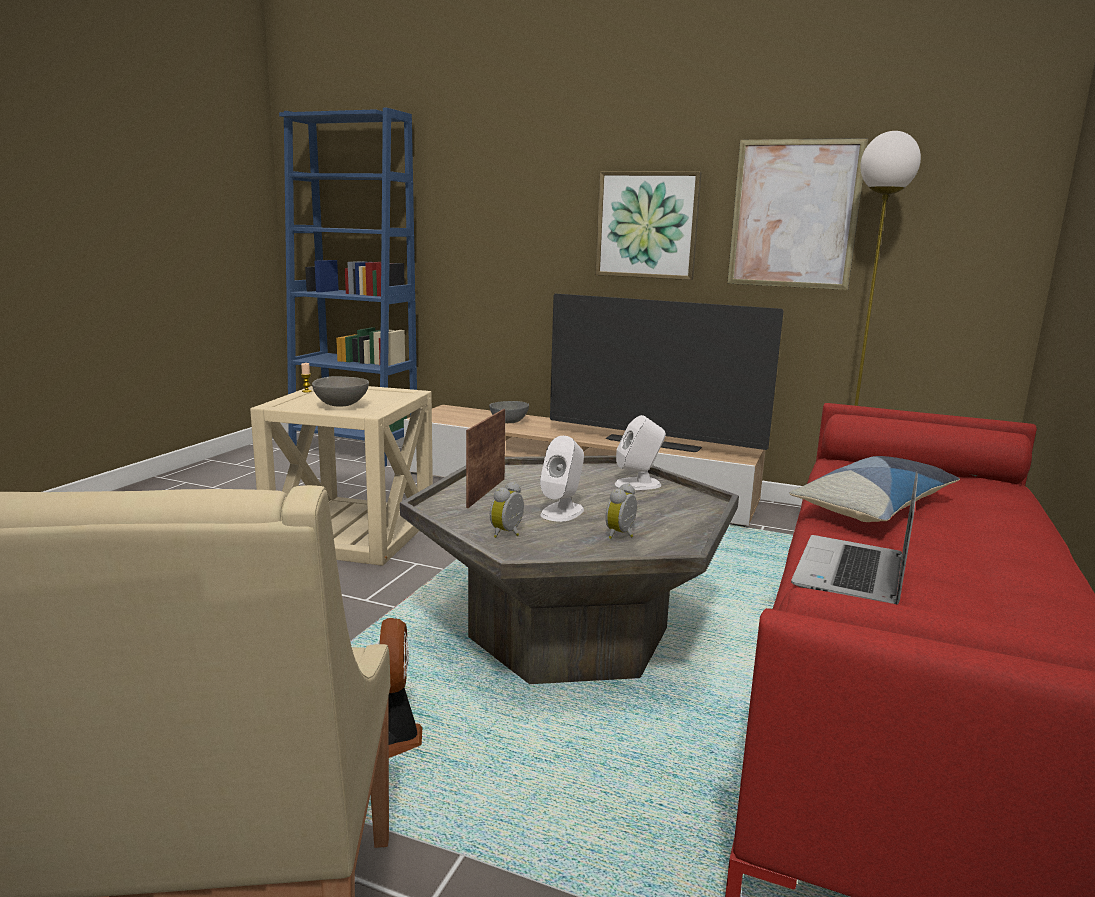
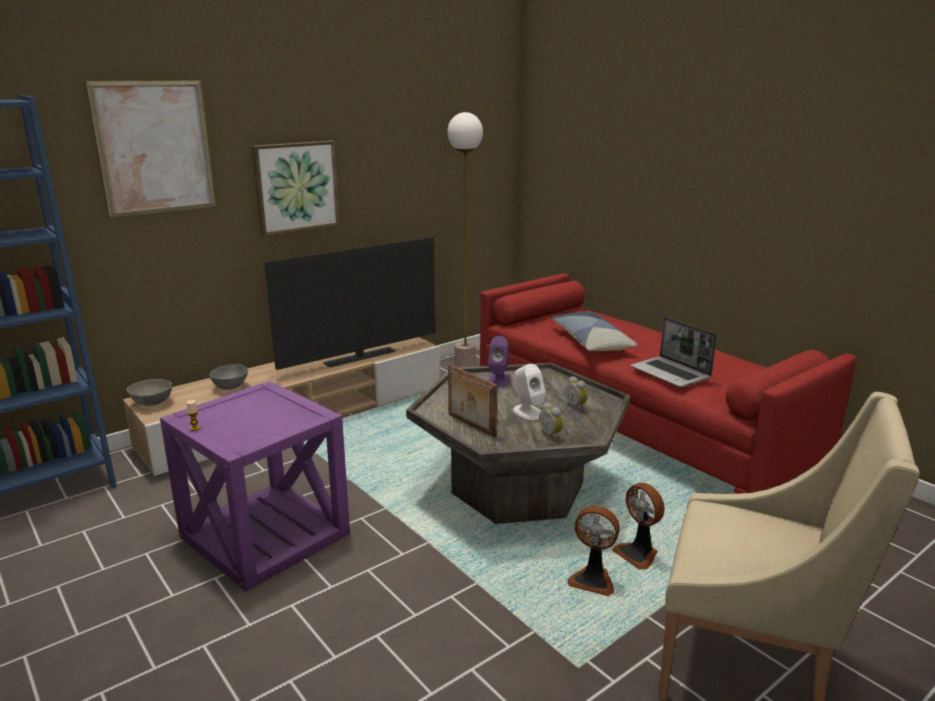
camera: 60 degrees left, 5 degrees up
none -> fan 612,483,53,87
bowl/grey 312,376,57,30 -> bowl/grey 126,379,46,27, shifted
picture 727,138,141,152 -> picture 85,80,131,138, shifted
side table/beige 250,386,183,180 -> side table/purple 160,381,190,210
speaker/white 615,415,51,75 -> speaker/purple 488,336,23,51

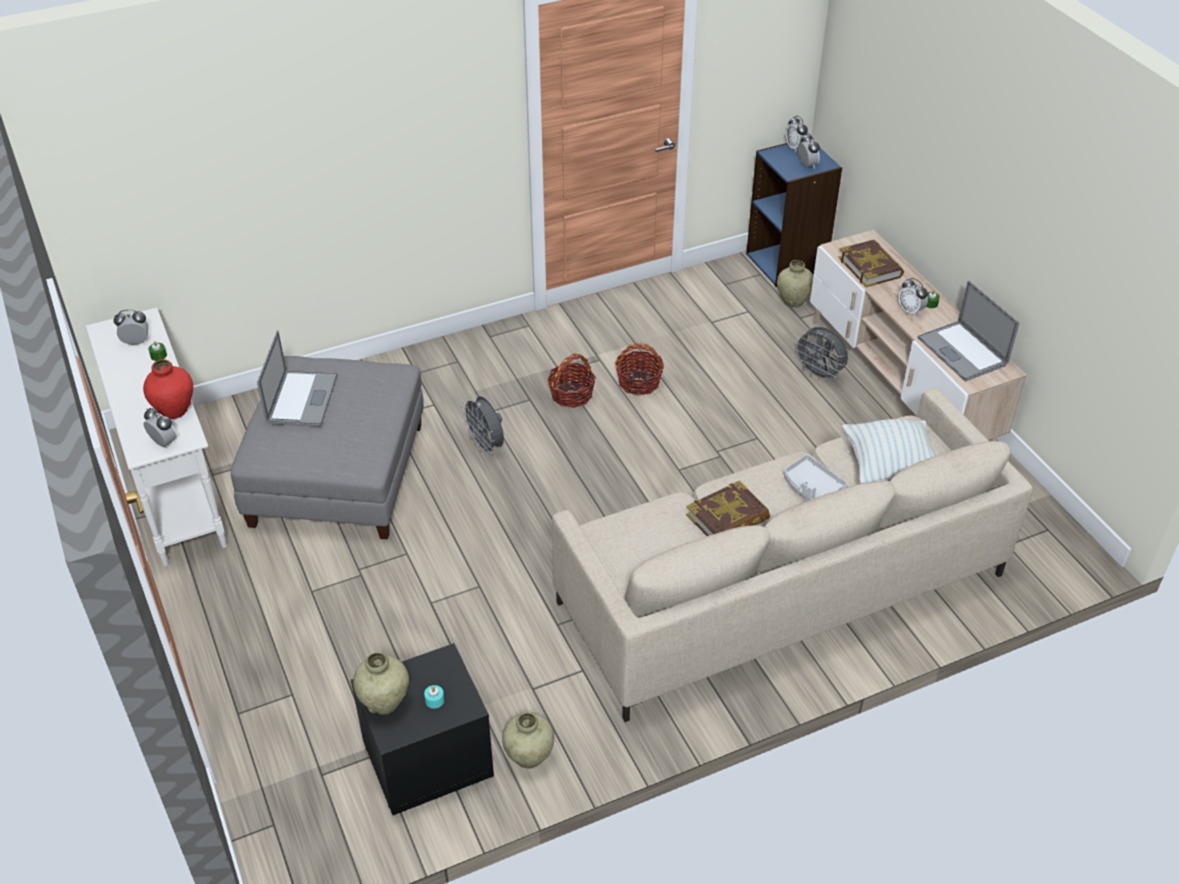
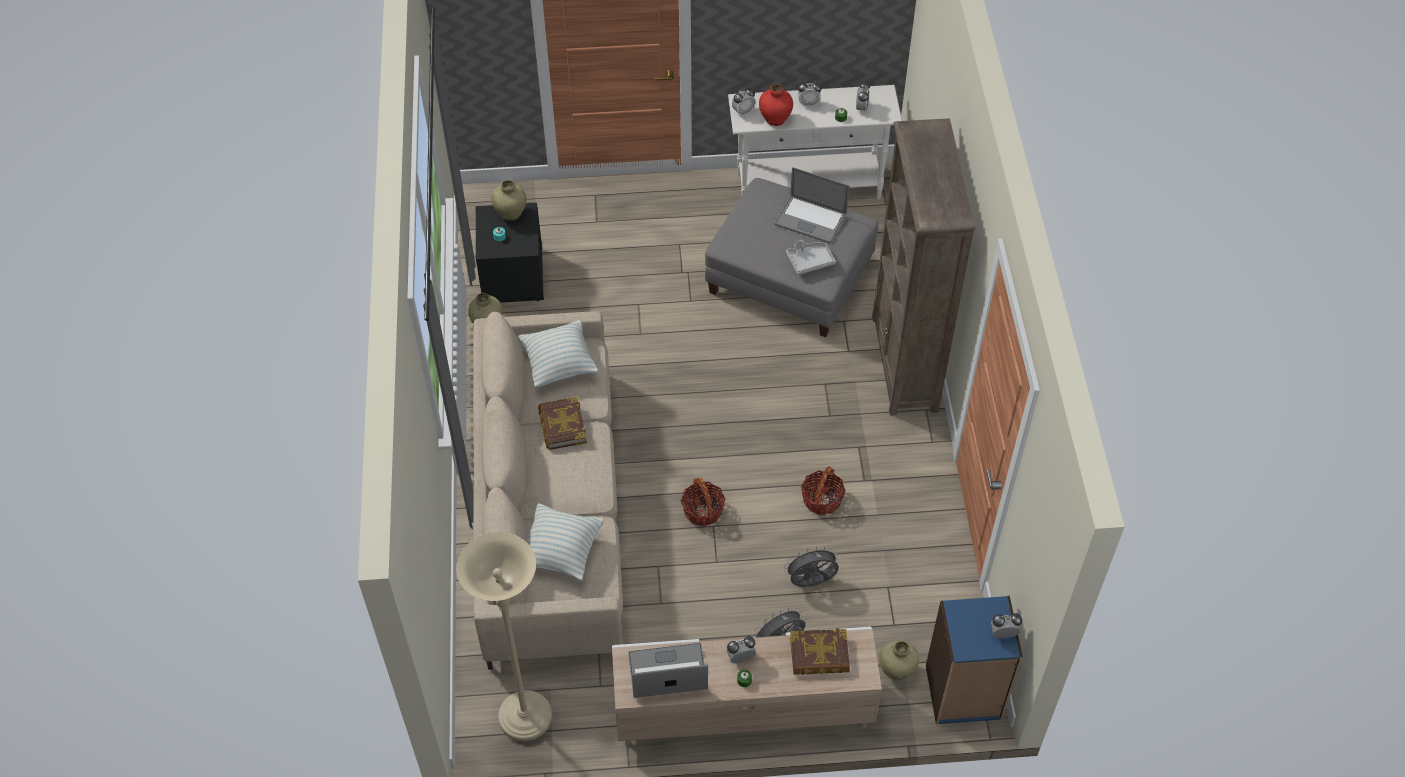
camera: 110 degrees right, 10 degrees up
none -> floor lamp/beige 456,532,96,209
none -> pillow 518,320,80,67
none -> bookcase/brown 872,118,103,298
fan/grey 461,396,43,59 -> fan/grey 784,546,55,41, shifted
basket 547,354,49,54 -> basket 681,478,44,49, shifted
tray/grey 784,454,64,46 -> tray/grey 786,240,50,35, shifted
alarm clock 798,133,22,35 -> alarm clock 798,81,24,26, shifted

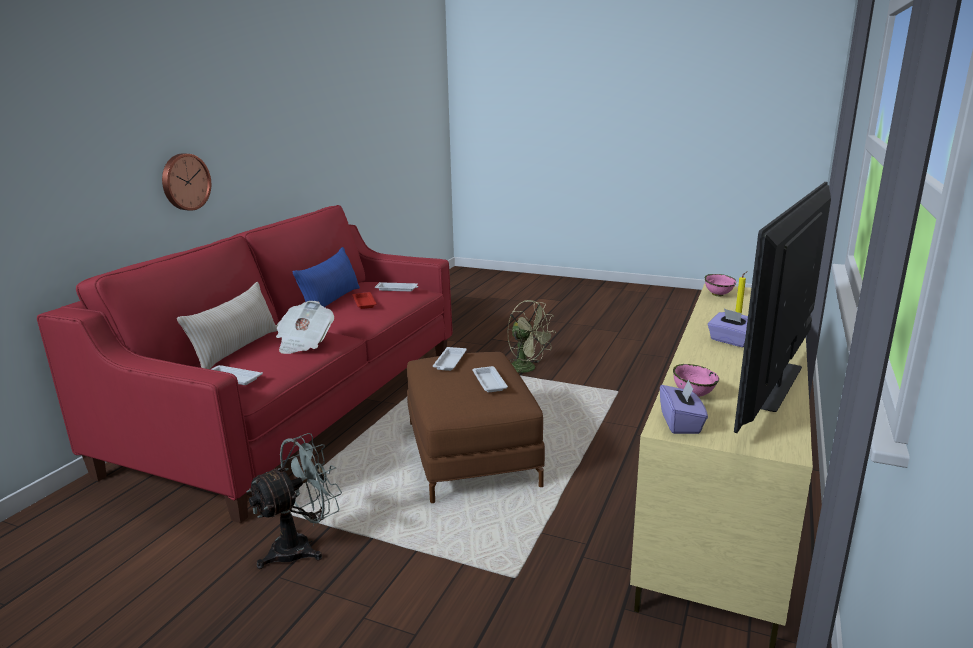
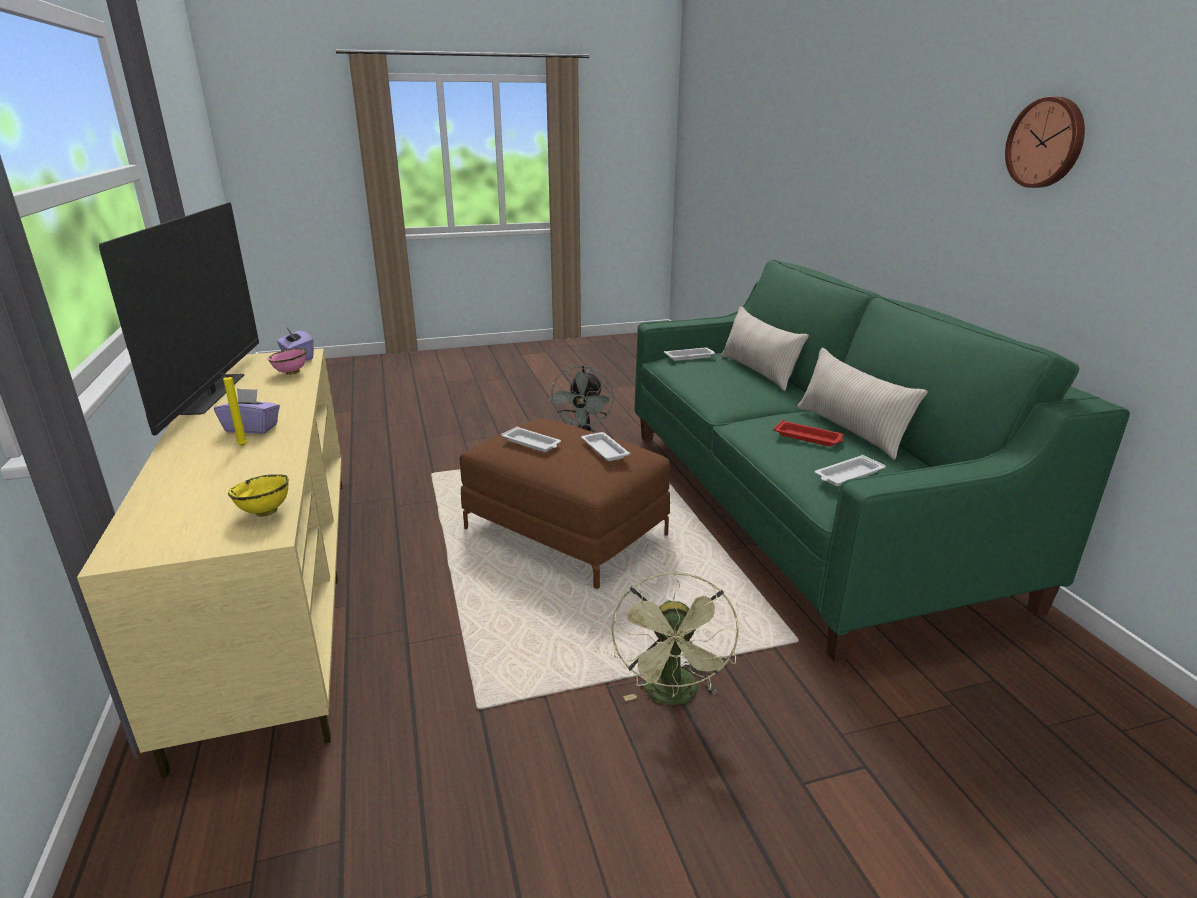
camera: 140 degrees right, 5 degrees up
newspaper 276,301,58,53 -> none
wall clock 162,154,49,57 -> wall clock 1005,97,80,91, shifted
sofa/red 37,205,416,318 -> sofa/green 634,260,496,402
pillow/blue 293,247,67,60 -> pillow/beige 797,348,131,112
bowl/pink 705,274,31,23 -> bowl/yellow 228,474,61,43
fan/green 507,300,49,73 -> fan/green 611,572,128,133, 90 degrees counterclockwise

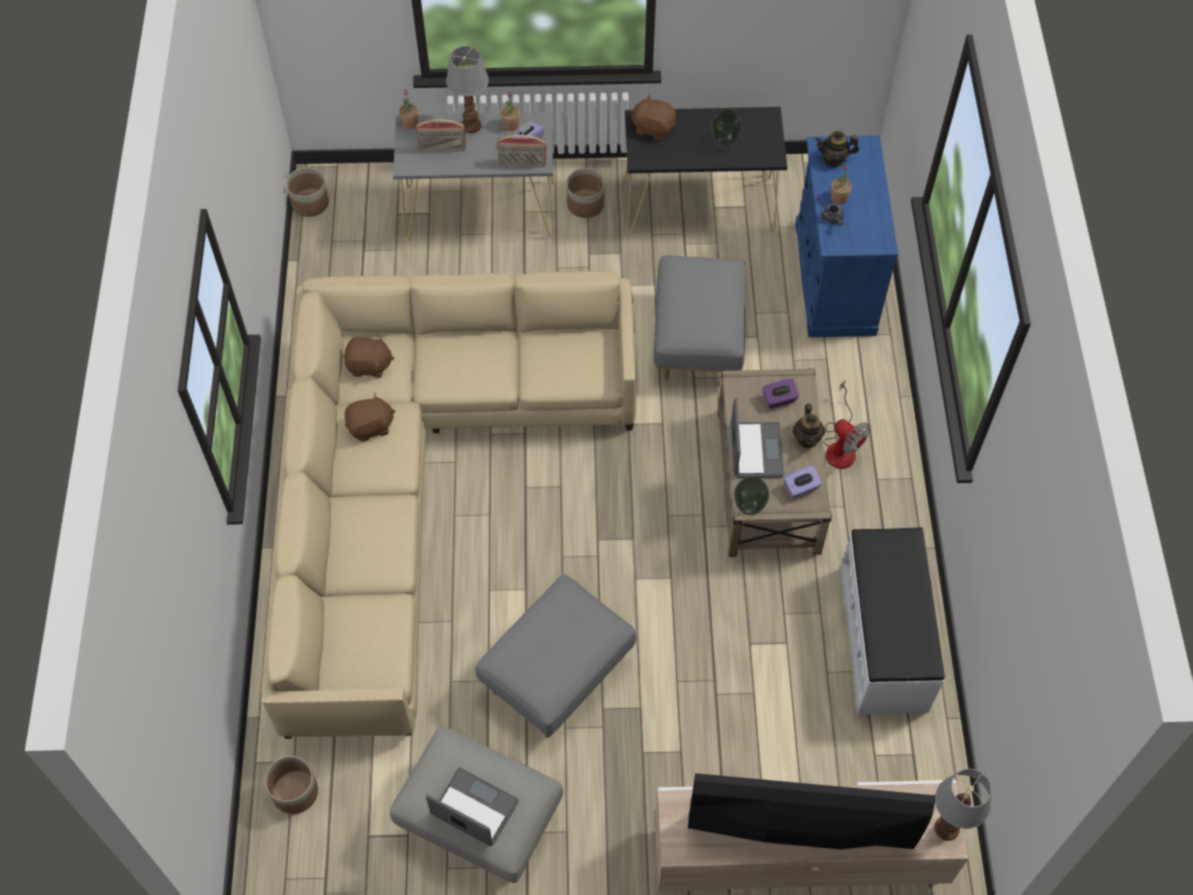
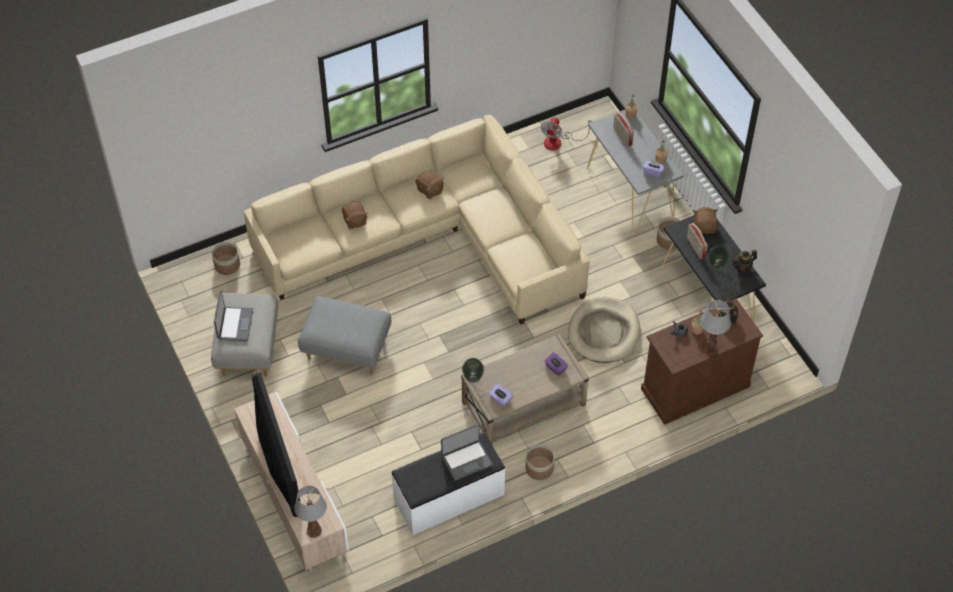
camera: 65 degrees right, 5 degrees down
planter 286,168,43,49 -> planter 526,444,28,36, shifted
plush toy/brown 344,335,50,43 -> plush toy/brown 342,201,26,28, shifted
table lamp 446,46,43,87 -> table lamp 700,300,31,54, shifted
radio 497,135,49,32 -> radio 687,223,21,36, shifted
laptop 731,398,53,80 -> laptop 441,424,52,57, shifted
teapot 792,404,33,44 -> teapot 732,250,25,24, shifted
fan 823,380,47,89 -> fan 541,117,52,33, shifted
ottoman/grey 654,255,92,125 -> dog bed/beige 568,297,72,66
cabinet/blue 795,135,103,202 -> cabinet/brown 641,298,122,127

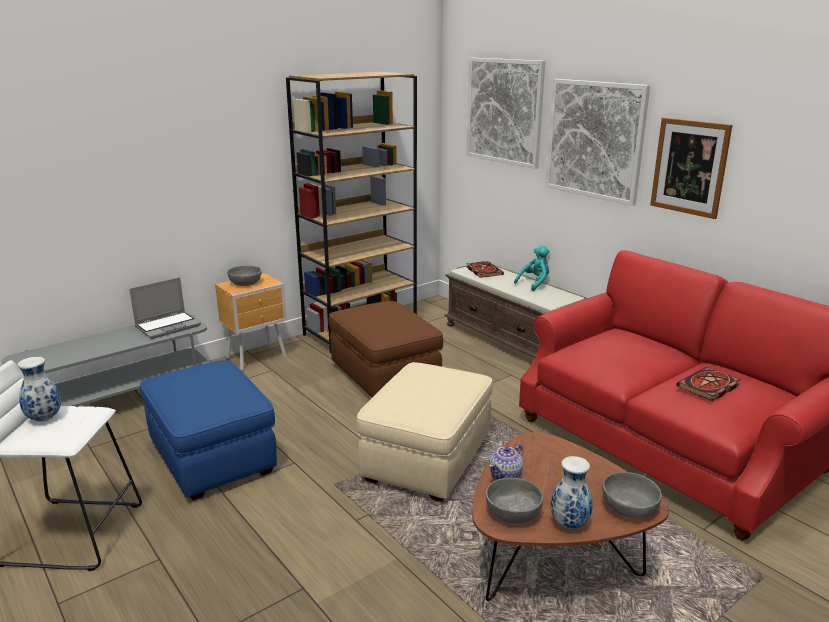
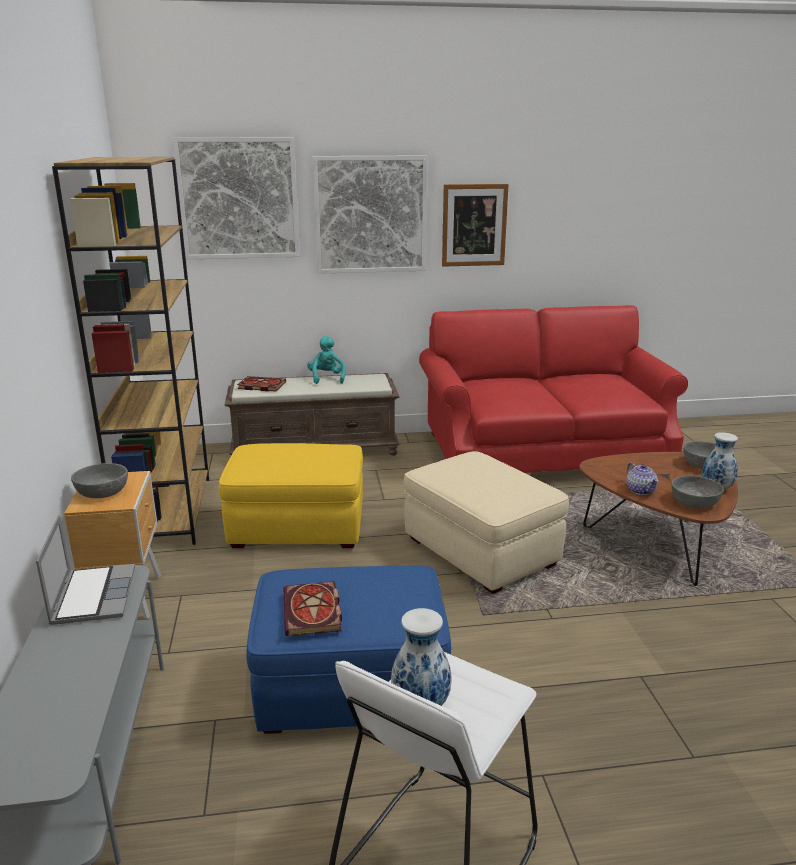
camera: 60 degrees left, 0 degrees up
book 676,367,65,34 -> book 284,581,58,55, shifted
ottoman/brown 329,301,114,96 -> ottoman/yellow 219,443,144,105

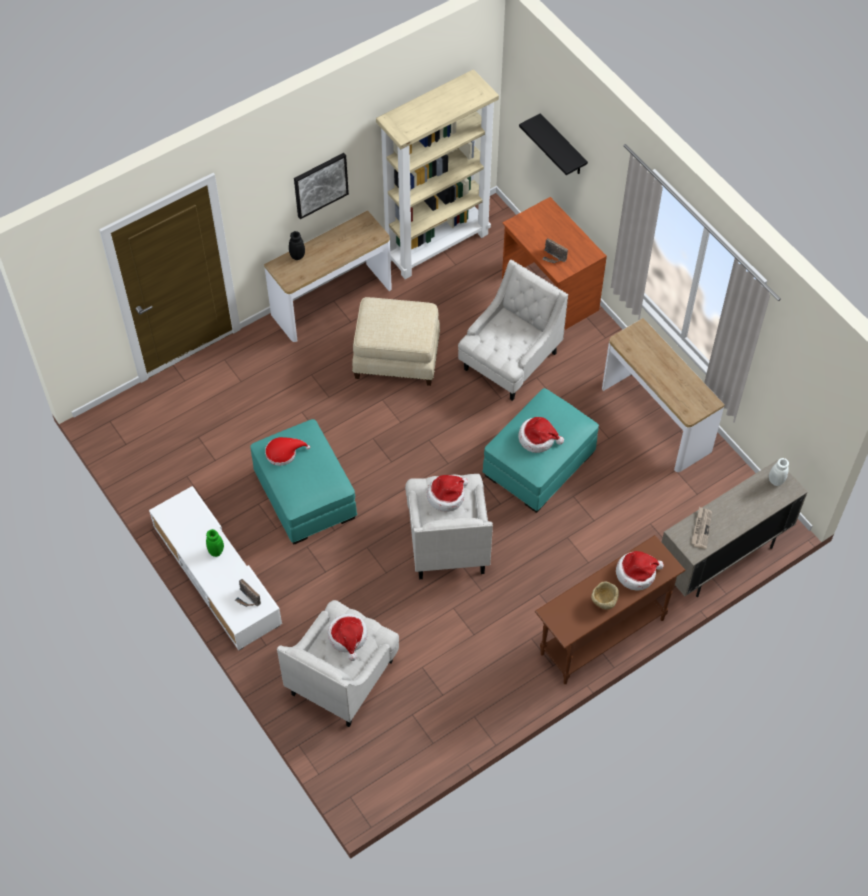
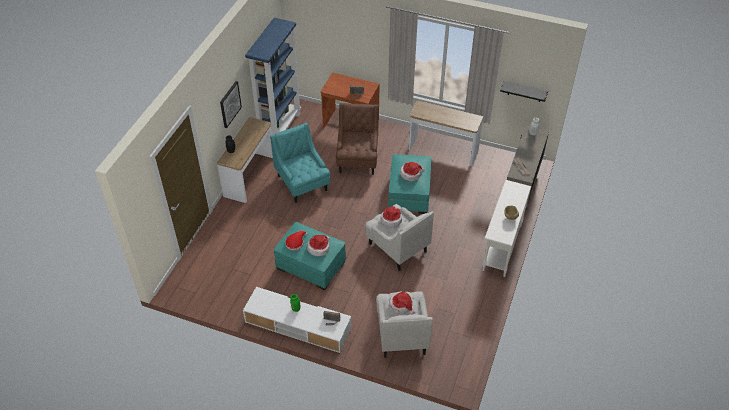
camera: 35 degrees left, 10 degrees down
shelf/black 519,113,69,62 -> shelf/black 500,81,48,21, shifted
hat 616,551,48,40 -> hat 307,235,23,21, shifted
ottoman/beige 352,297,88,89 -> armchair/turquoise 270,123,60,80
bookcase/beige 376,69,123,210 -> bookcase/blue 245,18,56,117
armchair/white 458,260,110,141 -> armchair/brown 336,103,43,72
console table/brown 535,535,150,149 -> console table/white 482,180,49,97

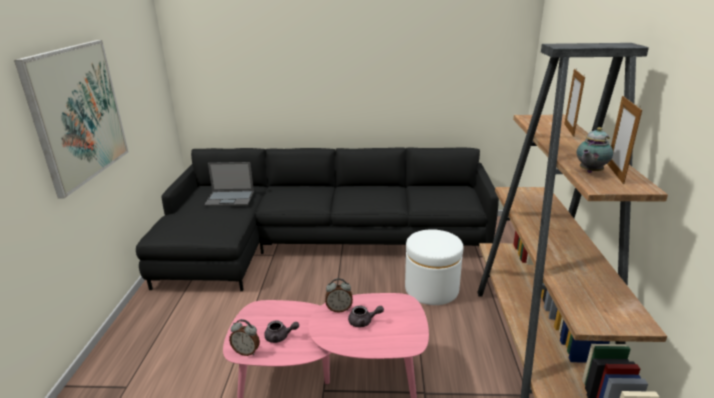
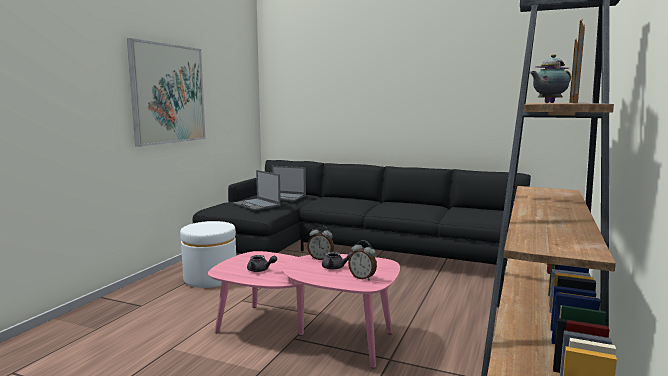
camera: 20 degrees right, 15 degrees down
none -> laptop 233,170,48,41
alarm clock 229,319,31,37 -> alarm clock 348,240,29,40, shifted
ottoman/white 405,229,58,76 -> ottoman/white 180,221,56,67, shifted

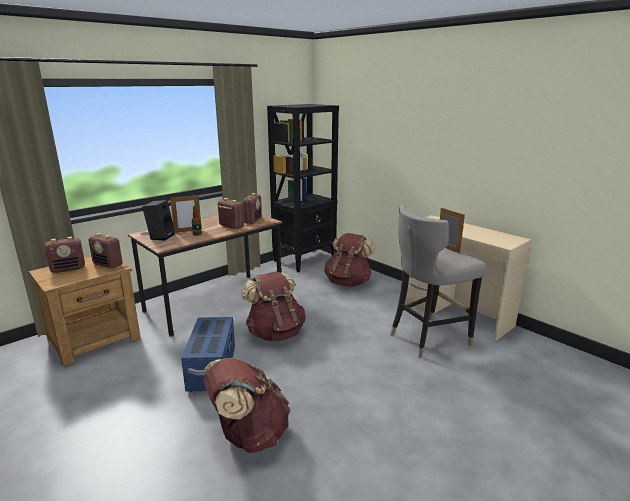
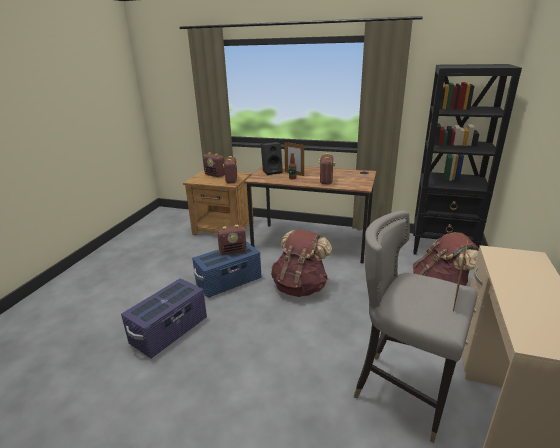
camera: 60 degrees right, 5 degrees up
radio 241,193,21,31 -> radio 217,225,30,30, shifted
backpack/brown 204,358,87,95 -> storage box/purple 121,278,86,80

